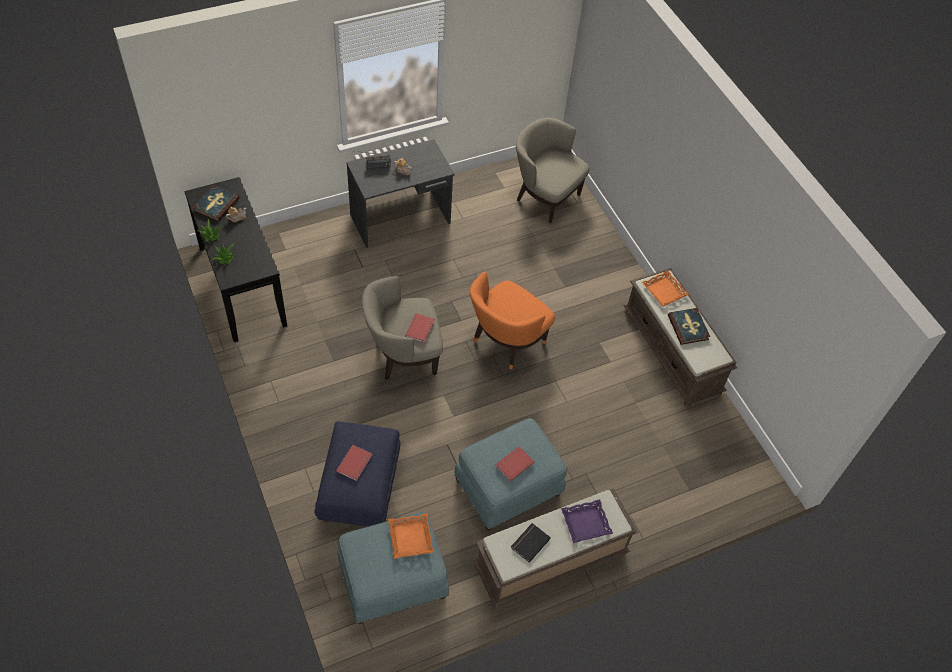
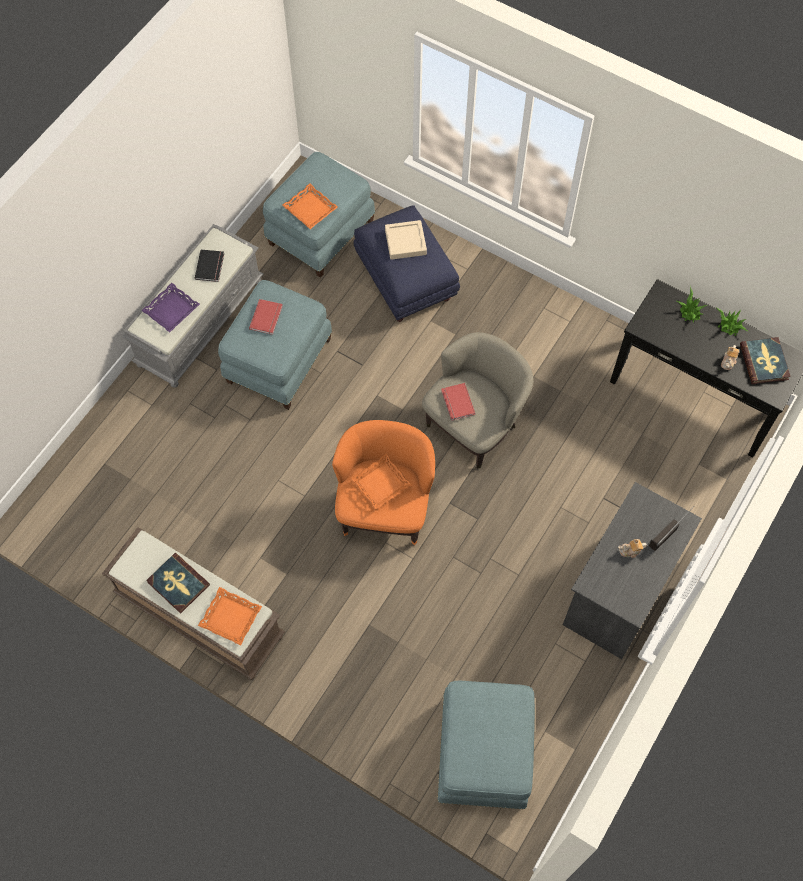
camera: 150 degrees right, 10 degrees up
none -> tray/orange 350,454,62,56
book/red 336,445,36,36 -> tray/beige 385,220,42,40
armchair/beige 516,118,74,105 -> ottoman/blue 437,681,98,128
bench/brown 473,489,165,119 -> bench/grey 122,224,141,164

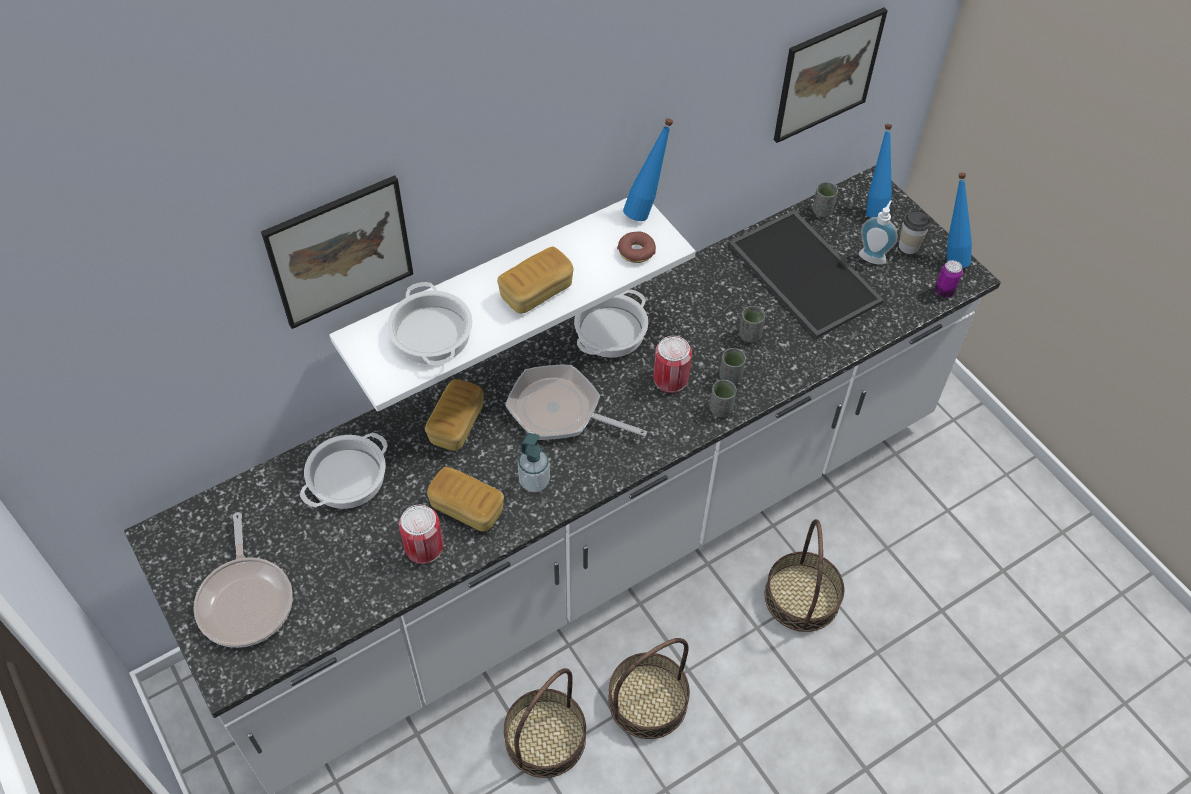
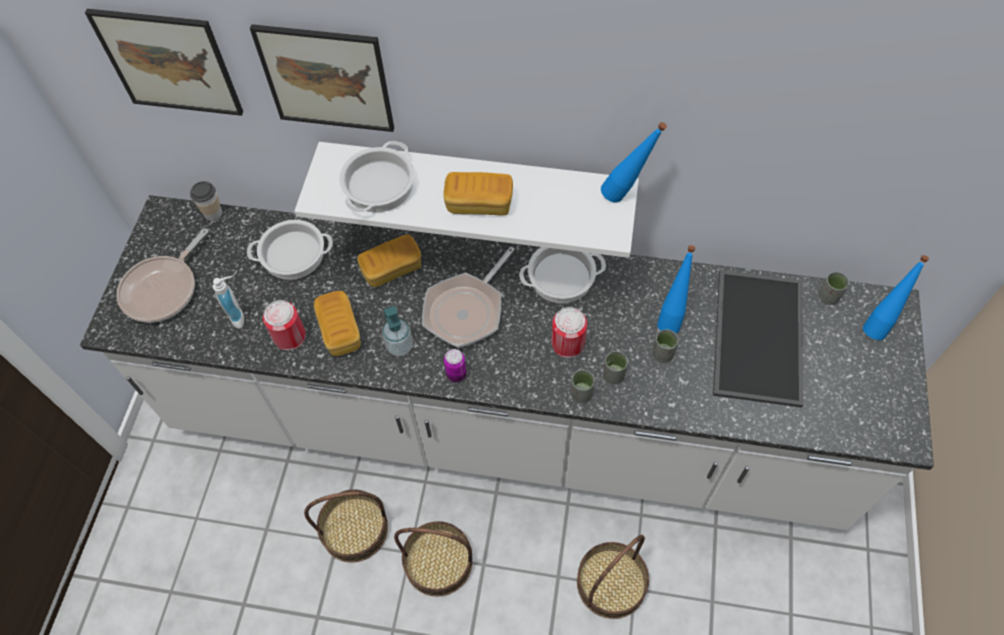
camera: 45 degrees right, 5 degrees up
donut 617,232,39,31 -> none
picture 774,7,114,136 -> picture 85,9,158,107, shifted
soap dispenser 859,200,39,65 -> soap dispenser 213,276,31,53, shifted
cup 899,210,32,44 -> cup 190,181,32,40, shifted
can 935,260,28,38 -> can 444,349,22,33, shifted
bottle/blue 947,173,25,95 -> bottle/blue 657,245,39,88, shifted
frying pan 505,365,142,75 -> frying pan 422,247,93,101, 120 degrees counterclockwise

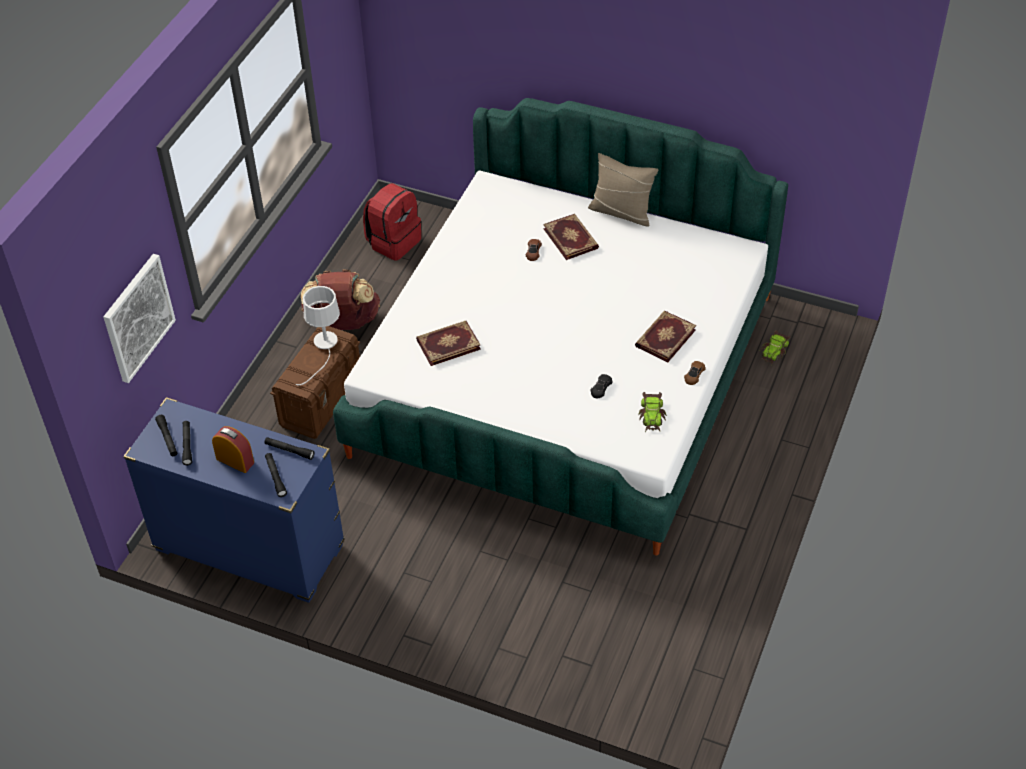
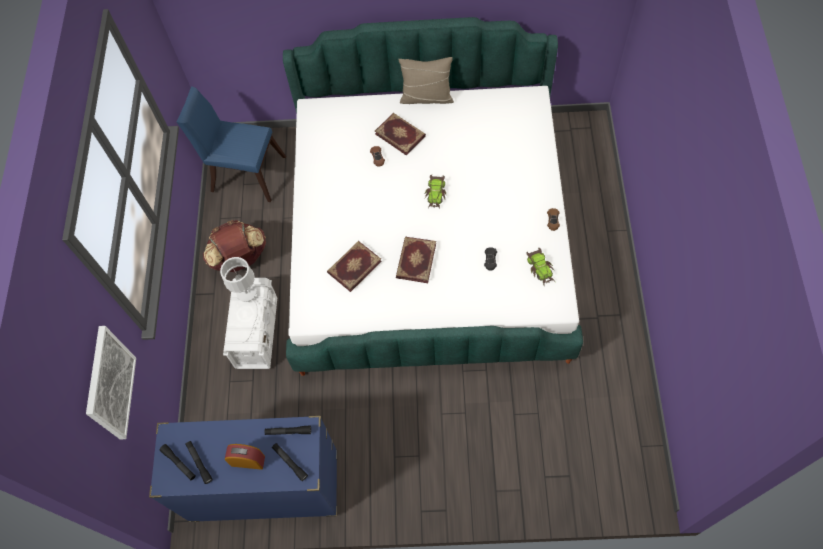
camera: 20 degrees left, 15 degrees up
book 635,311,61,52 -> book 396,237,40,46, shifted
toy car 759,330,32,36 -> toy car 425,175,21,34, shifted
backpack/red 363,183,58,78 -> chair/blue 177,87,109,115
storage box/brown 270,326,90,113 -> storage box/white 223,278,54,91

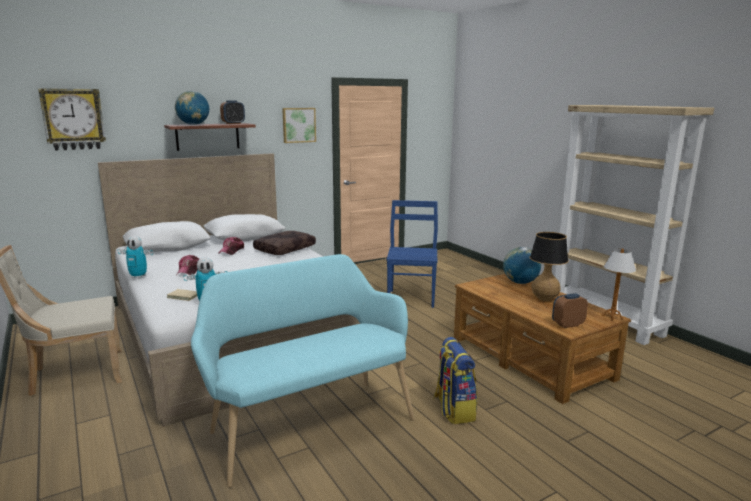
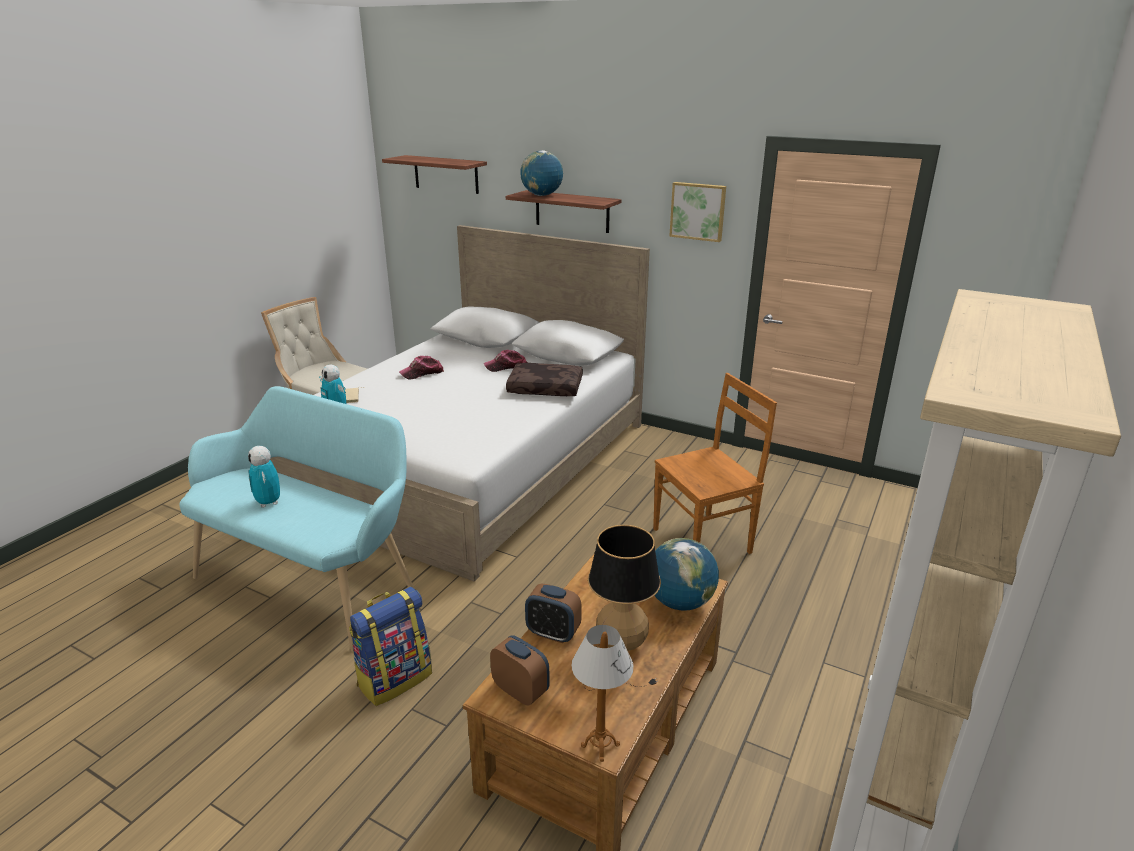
camera: 60 degrees right, 10 degrees up
toy robot 117,236,36,43 -> toy robot 248,446,32,62, shifted
alarm clock 220,100,25,24 -> alarm clock 525,583,57,60, shifted
wall clock 38,88,68,63 -> shelf 382,155,105,39
chair/blue 387,200,51,108 -> chair/brown 653,373,124,181

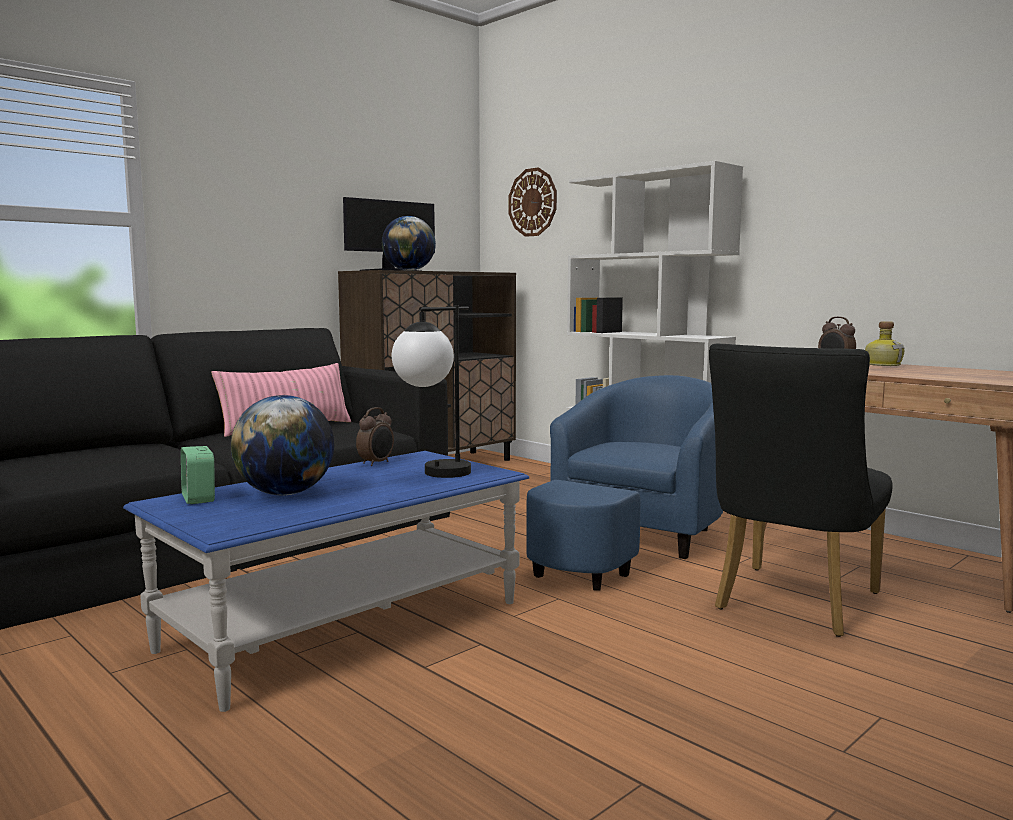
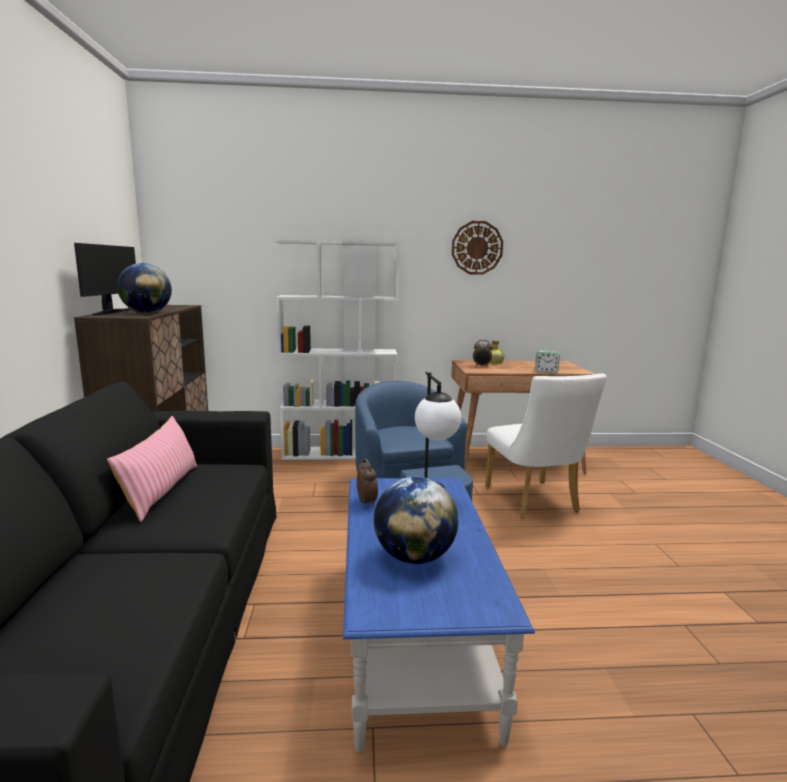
camera: 50 degrees left, 5 degrees up
alarm clock 181,446,34,58 -> alarm clock 535,351,25,22, shifted
wall clock 509,167,48,70 -> wall clock 452,221,51,54, shifted
chair/black 709,344,184,293 -> chair/white 485,373,122,145

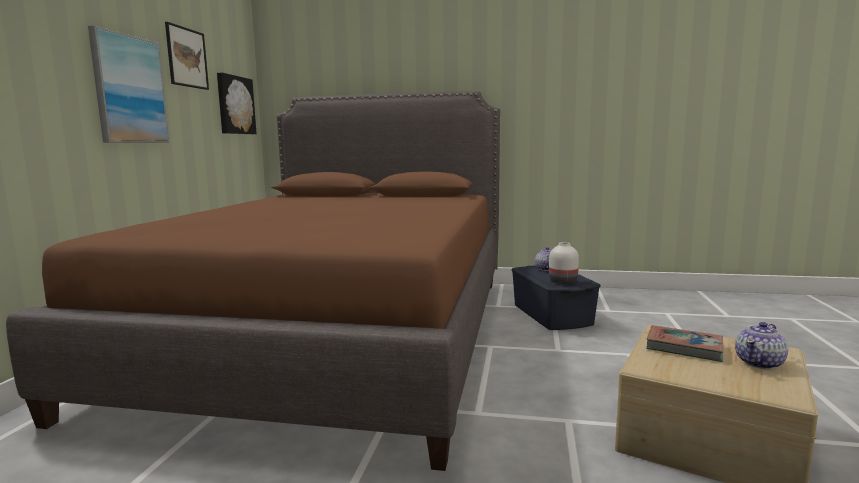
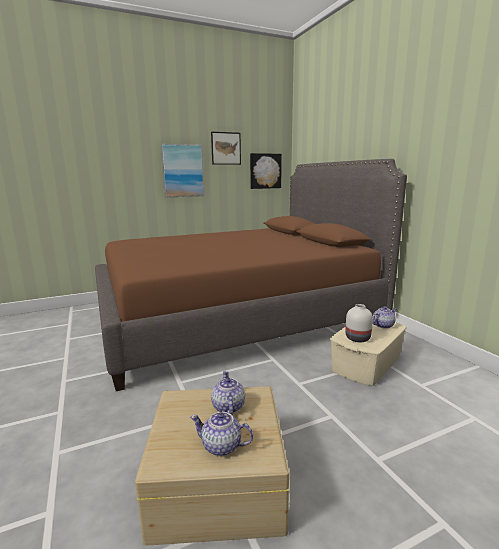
camera: 55 degrees right, 5 degrees up
book 646,325,77,37 -> teapot 211,371,34,44
storage box/blue 511,265,90,65 -> storage box/beige 330,322,77,64

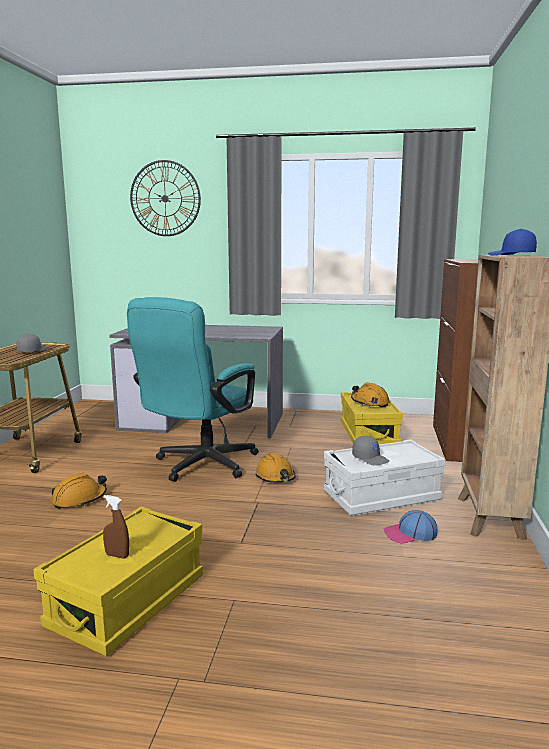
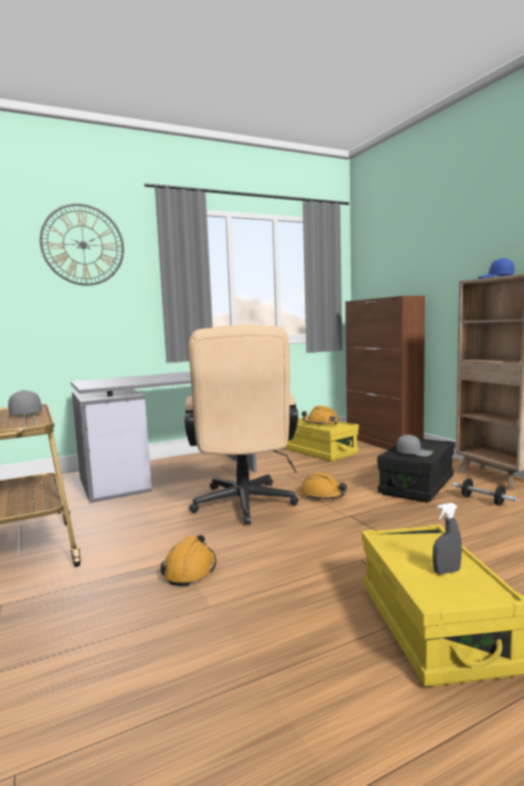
camera: 35 degrees left, 5 degrees down
cap 384,510,54,34 -> dumbbell 452,478,65,27
spray bottle/brown 103,495,26,63 -> spray bottle/grey 433,503,29,71
office chair/turquoise 127,297,132,185 -> office chair/beige 184,325,115,200
storage box/white 324,440,121,76 -> storage box/black 377,438,78,64

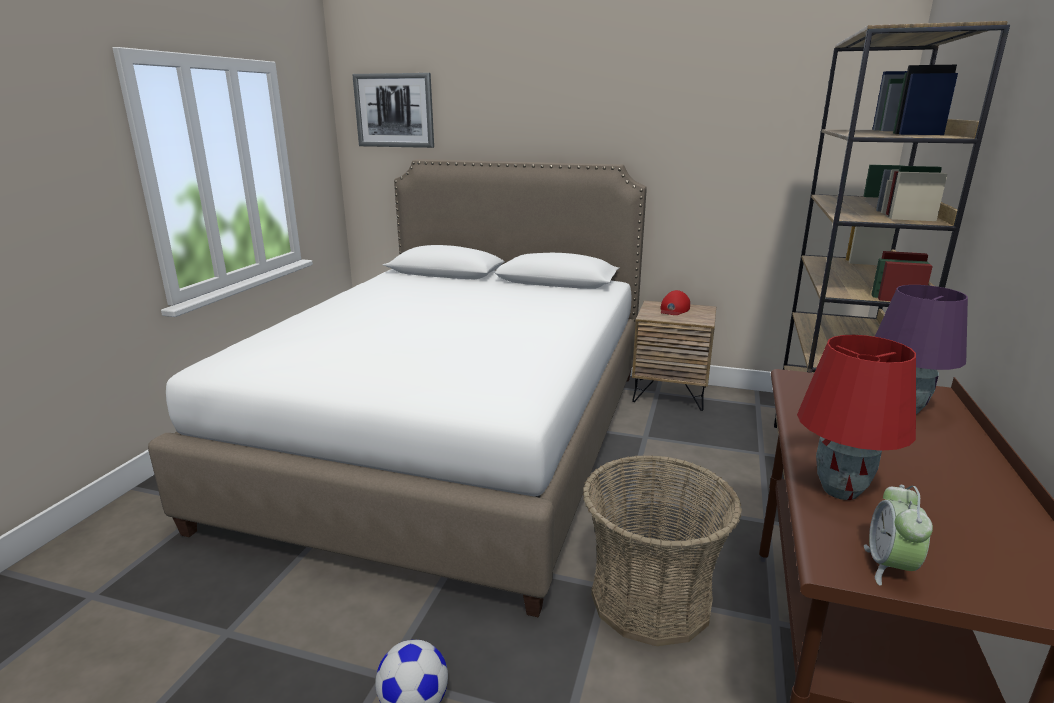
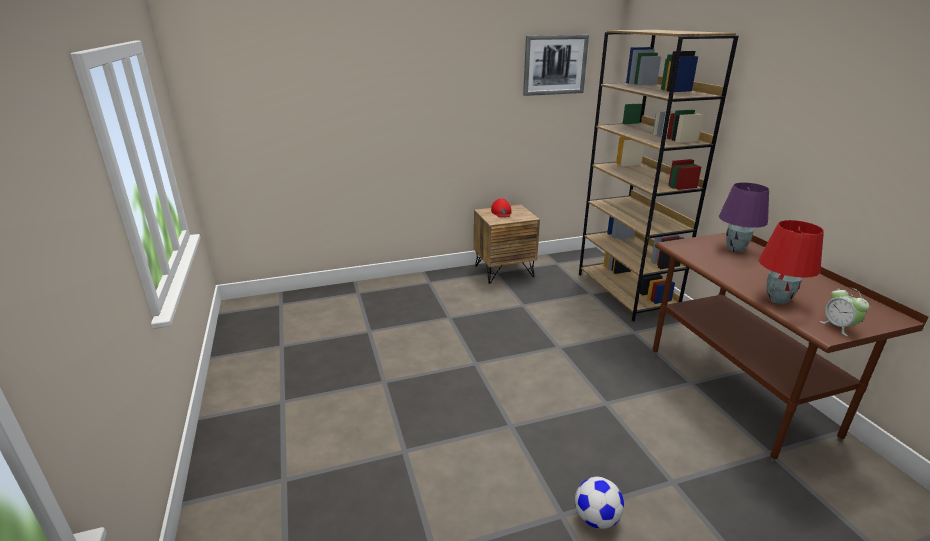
camera: 35 degrees left, 5 degrees up
bed/white 148,159,499,458 -> none
basket 582,455,160,191 -> none
picture 352,73,82,75 -> picture 523,35,66,61, shifted

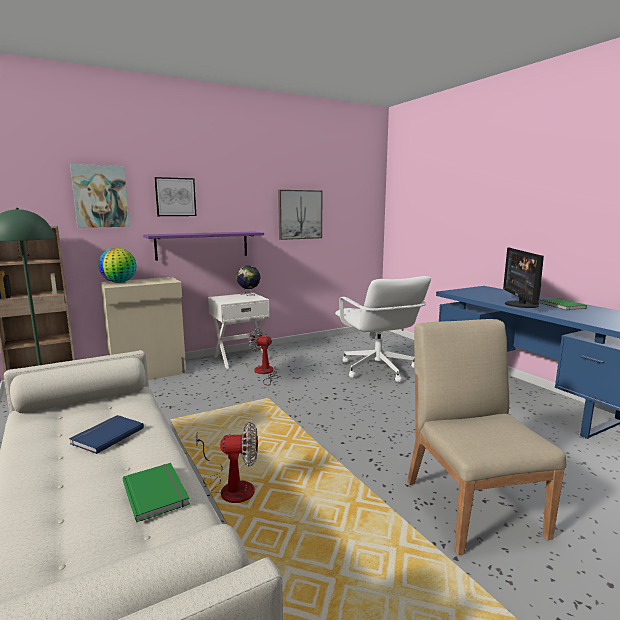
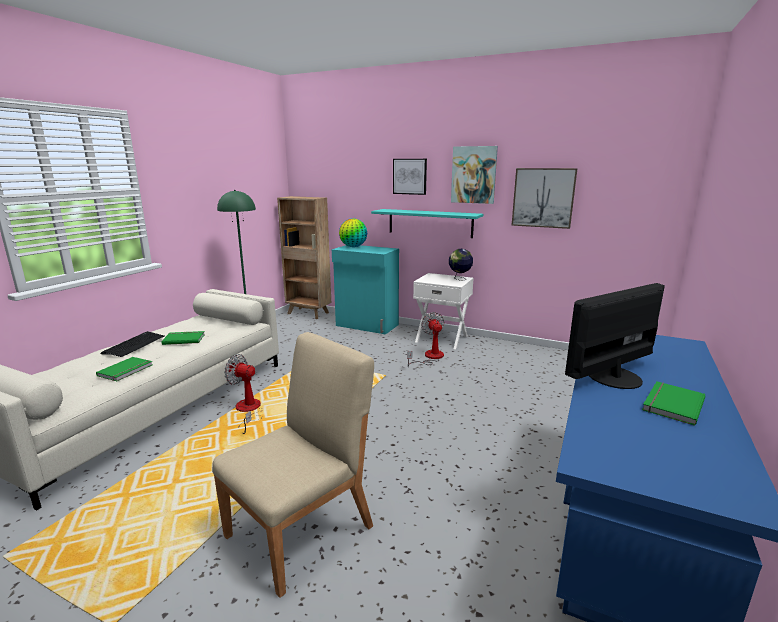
camera: 55 degrees right, 5 degrees up
office chair/white 335,276,96,106 -> none
none -> keyboard 100,331,64,26
picture 70,164,60,64 -> picture 451,146,47,58, shifted
book/blue 69,415,75,39 -> book/green 162,331,43,14
cabinet/beige 101,277,85,103 -> cabinet/turquoise 332,245,67,89
shelf/purple 143,232,121,29 -> shelf/turquoise 371,209,112,29
fan 196,422,62,81 -> fan 224,354,39,80, 150 degrees clockwise

